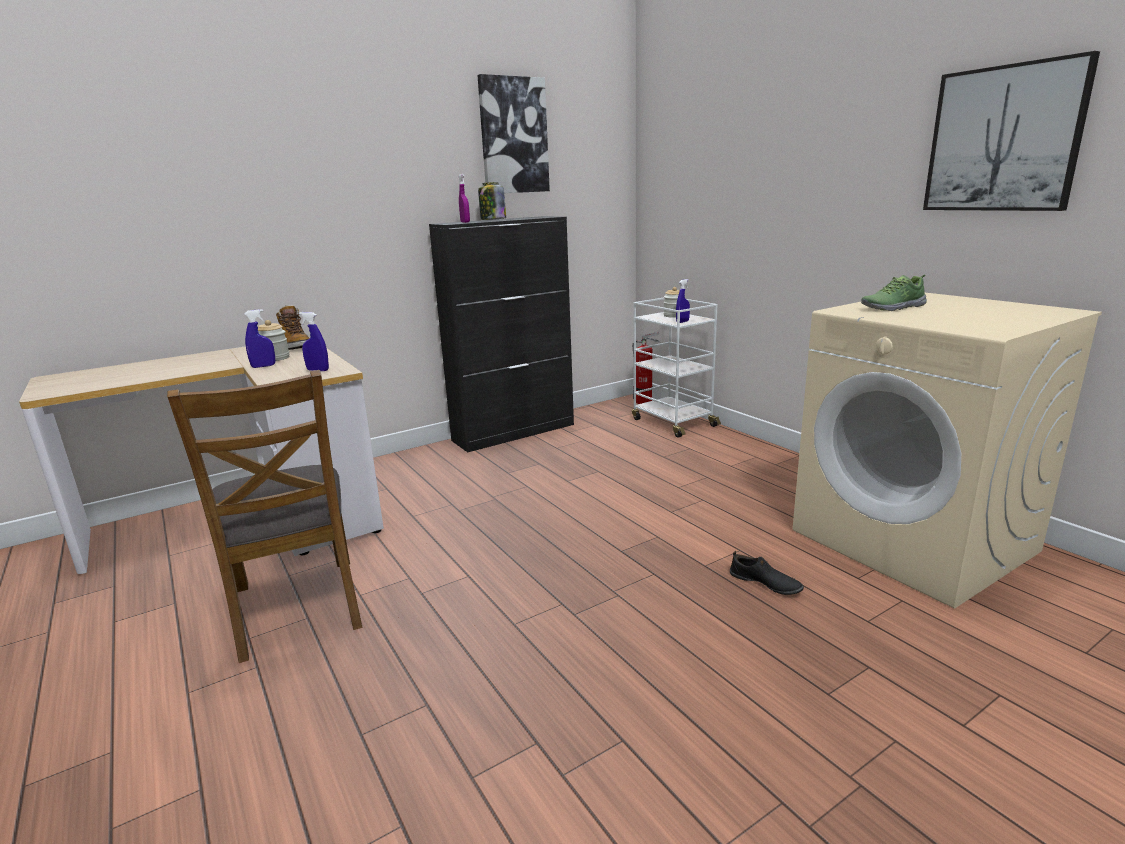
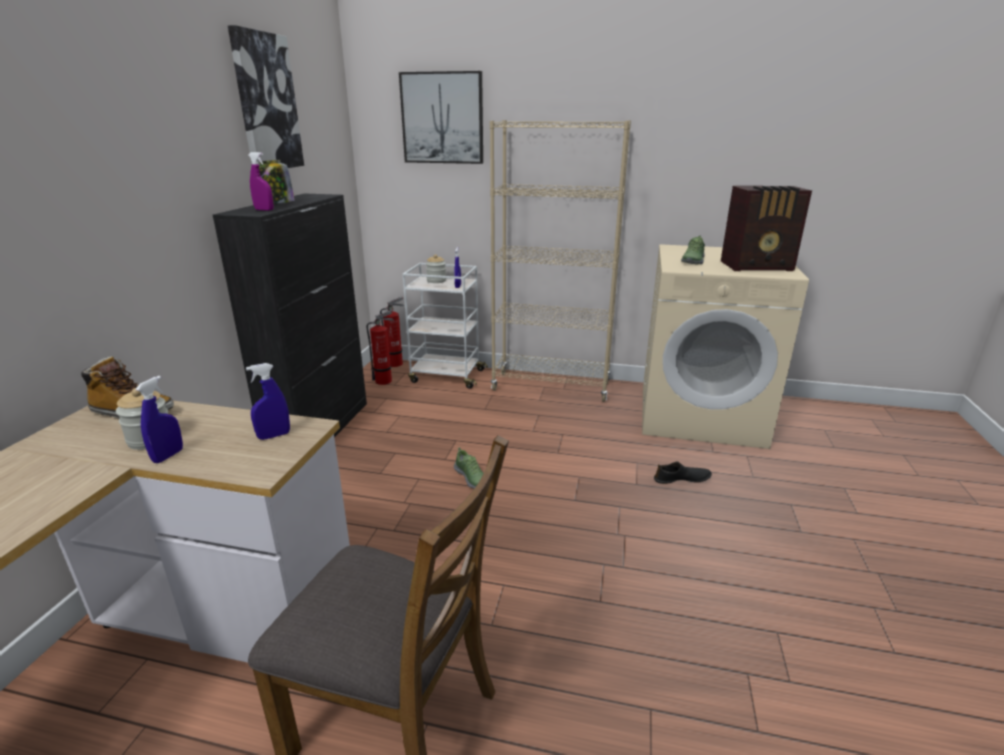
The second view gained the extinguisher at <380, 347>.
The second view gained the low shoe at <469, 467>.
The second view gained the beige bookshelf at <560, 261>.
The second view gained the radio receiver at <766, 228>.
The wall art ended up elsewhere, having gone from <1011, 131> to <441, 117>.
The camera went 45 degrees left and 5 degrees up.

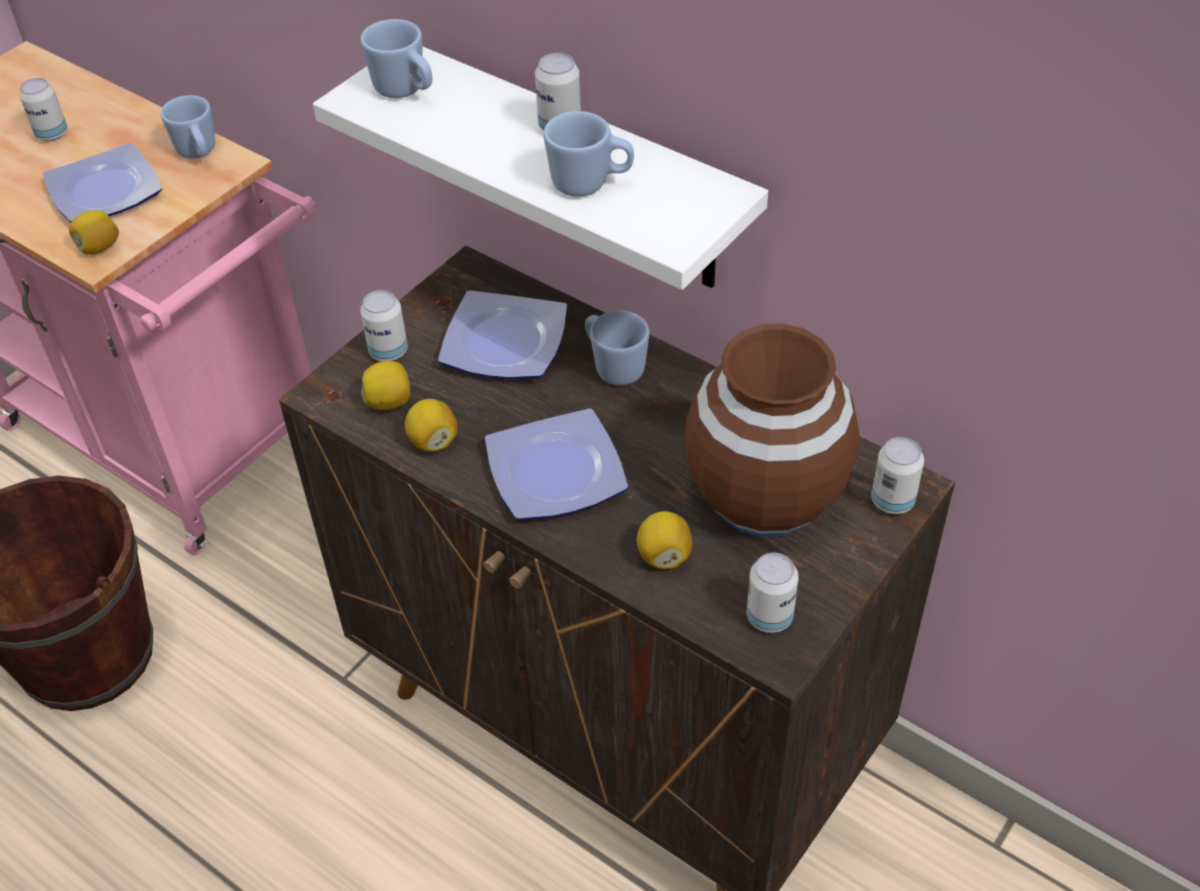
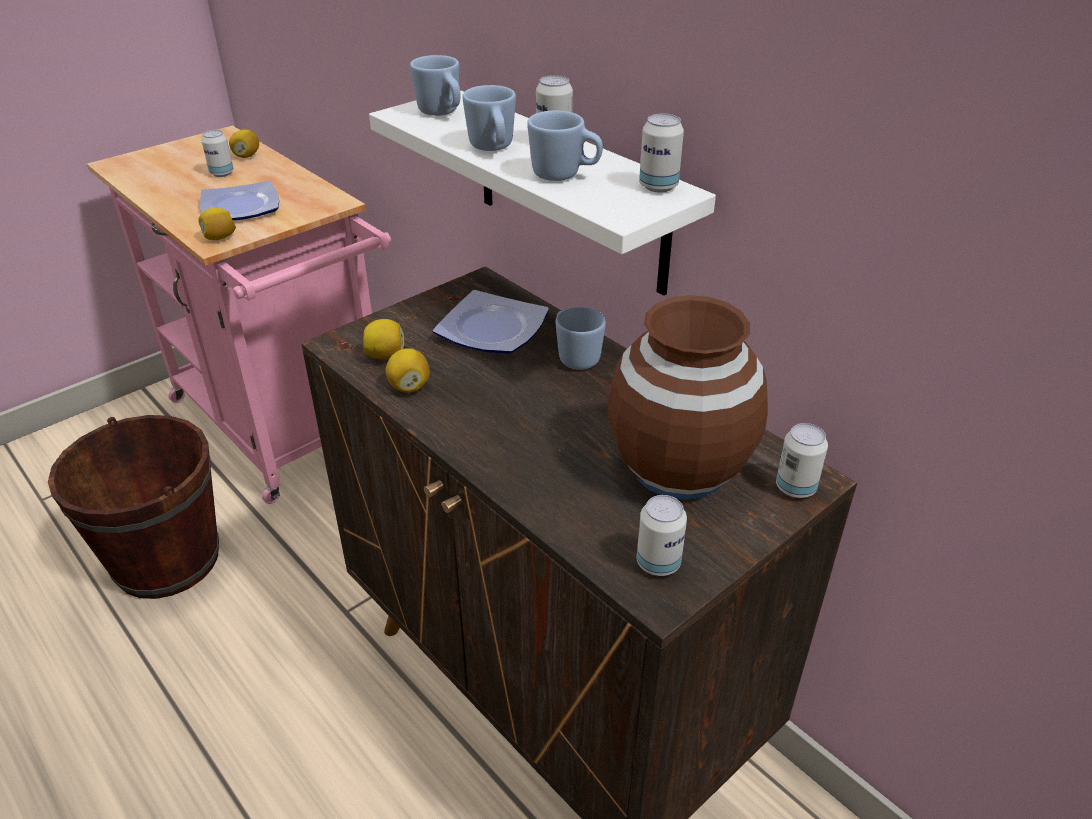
The second view lost the flat dish at <556, 464>.
The blue tea mug ended up elsewhere, having gone from <188, 126> to <489, 118>.
The can ended up elsewhere, having gone from <384, 325> to <661, 153>.
The citrus fruit ended up elsewhere, having gone from <664, 540> to <244, 144>.
The camera went 10 degrees right and 10 degrees down.

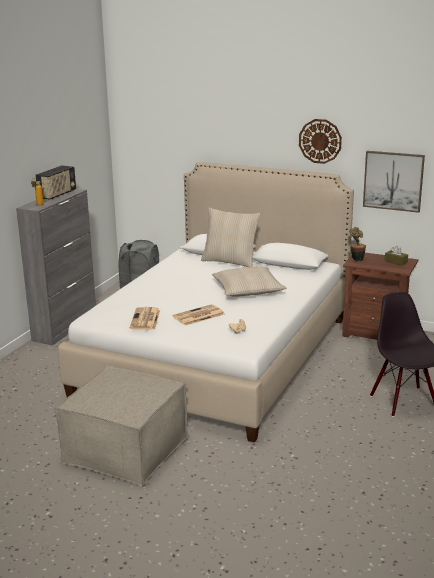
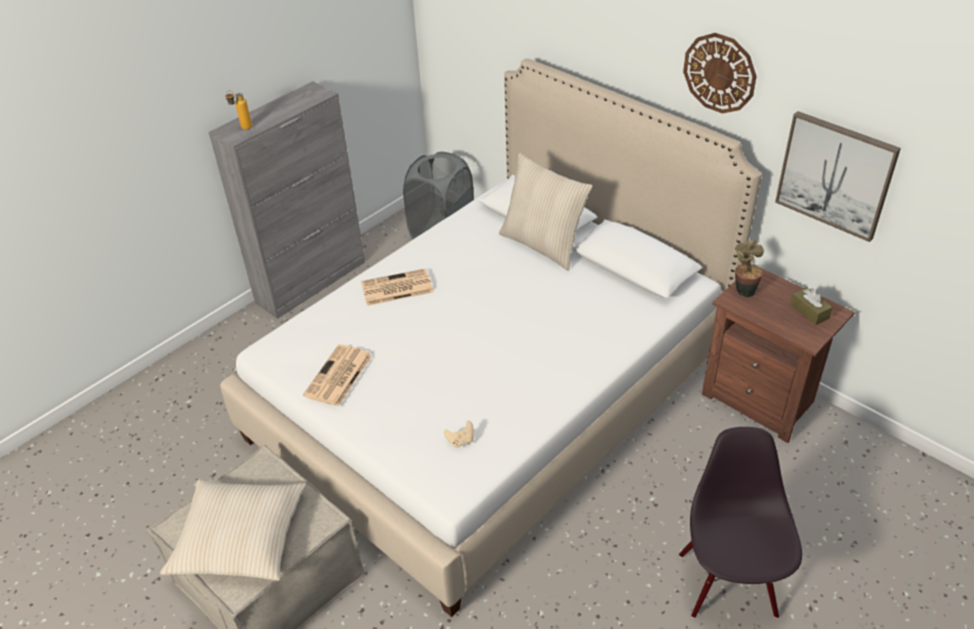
The second view lost the radio receiver at <56, 182>.
The daily paper ended up elsewhere, having gone from <198, 315> to <397, 287>.
The beige throw pillow ended up elsewhere, having gone from <249, 281> to <233, 530>.
The camera went 20 degrees right and 20 degrees up.

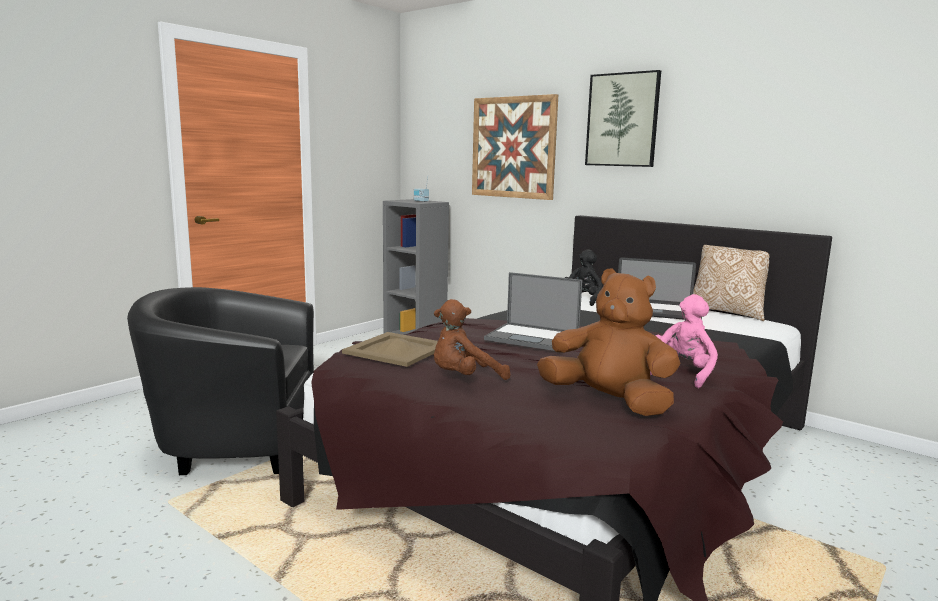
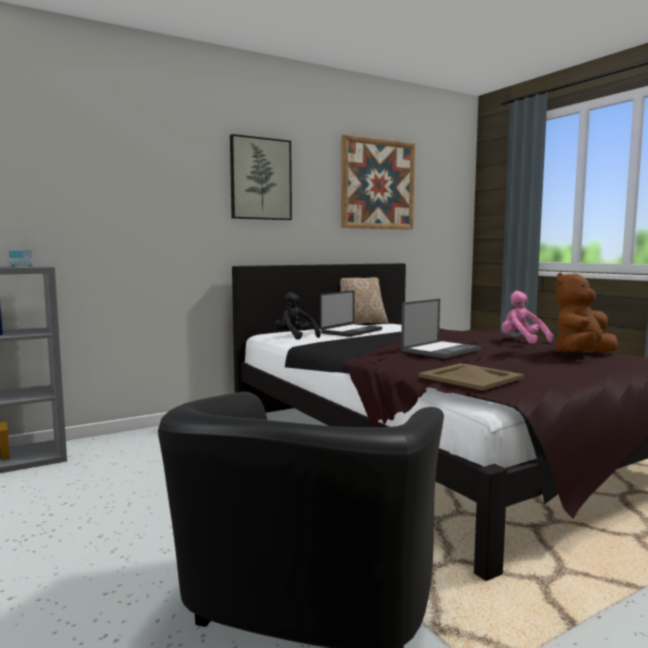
The second view lost the brownish cuddly toy at <471, 339>.
The wall art ended up elsewhere, having gone from <515, 147> to <378, 182>.
The camera went 70 degrees left and 5 degrees down.

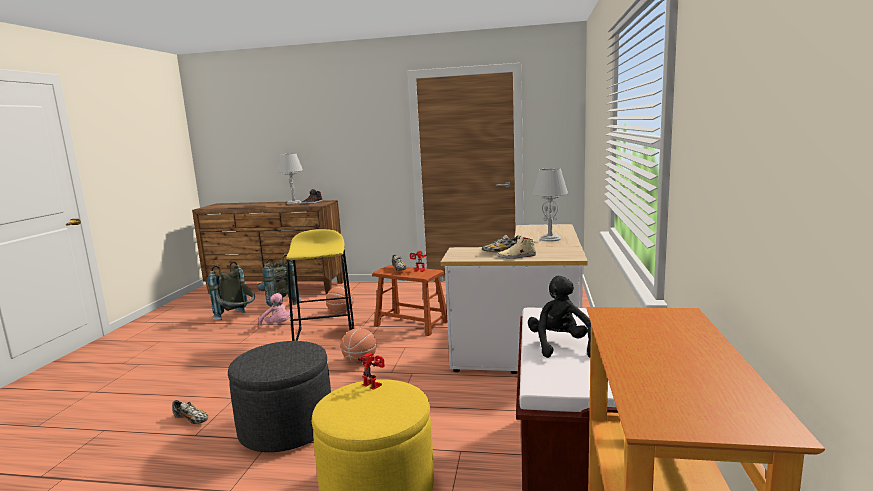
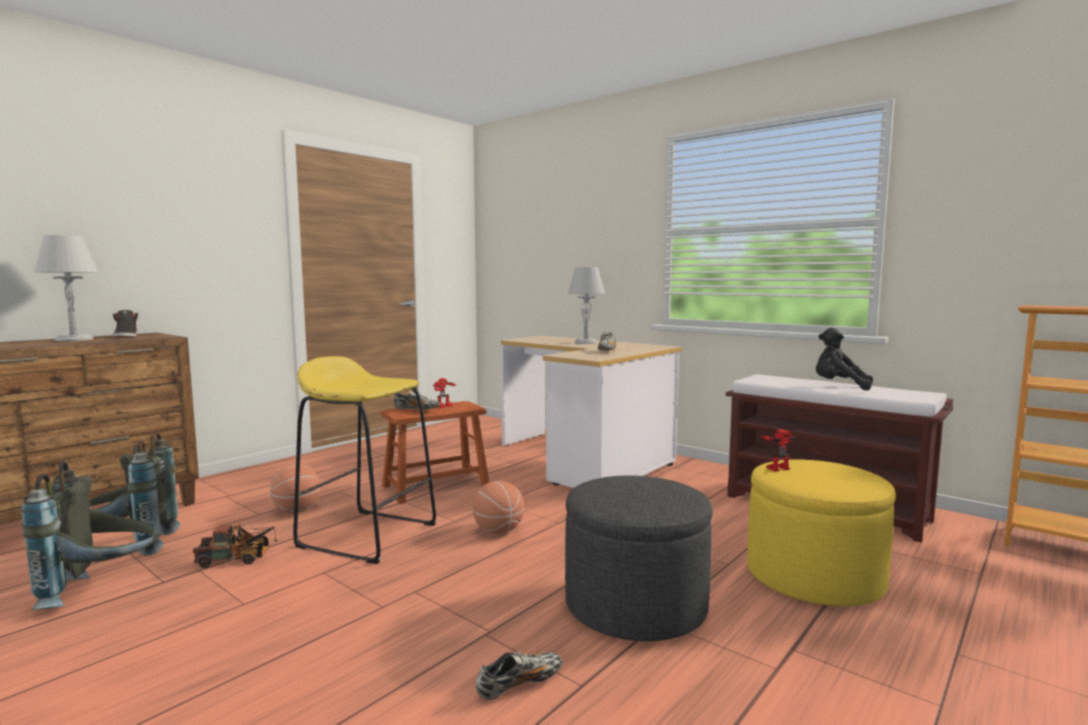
The second view lost the beige low shoe at <517, 247>.
Where the pink cuddly toy stood at <276, 309>, the model truck came to stand at <235, 546>.
The camera went 60 degrees left and 5 degrees down.

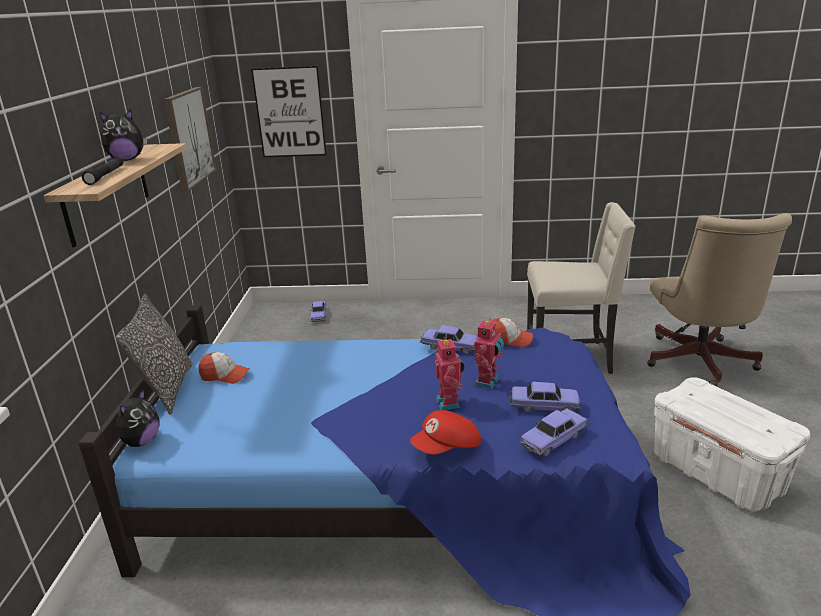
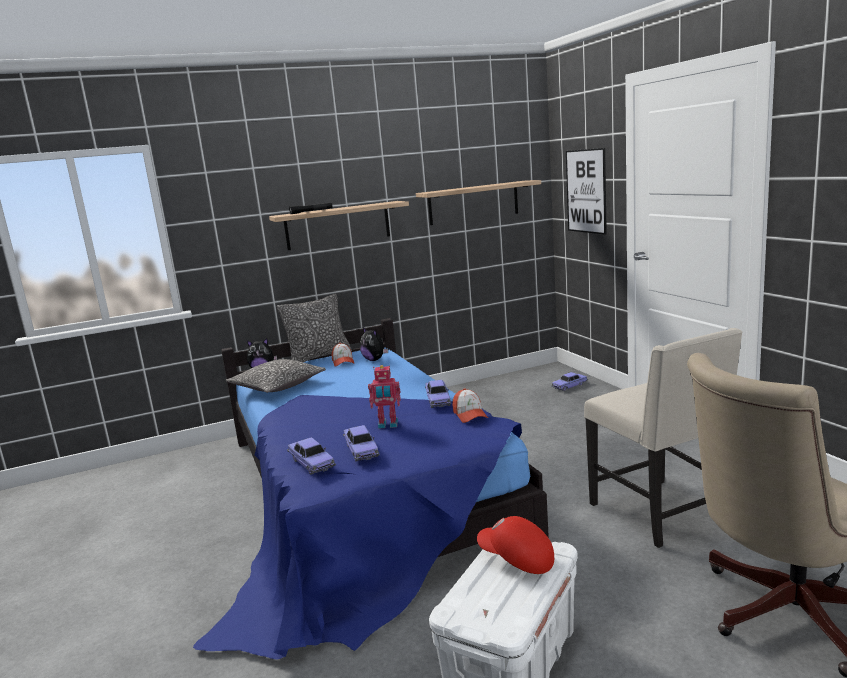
The second view lost the toy robot at <449, 373>.
The second view gained the throw pillow at <276, 376>.
The cuddly toy ended up elsewhere, having gone from <123, 135> to <374, 344>.
The red-coloured baseball cap ended up elsewhere, having gone from <445, 432> to <515, 545>.
Where the wall art hung at <190, 139>, the wall shelf came to hang at <478, 202>.
The model car at <553, 432> ended up facing another way, 150 degrees counterclockwise from before.
The camera went 65 degrees right and 10 degrees down.

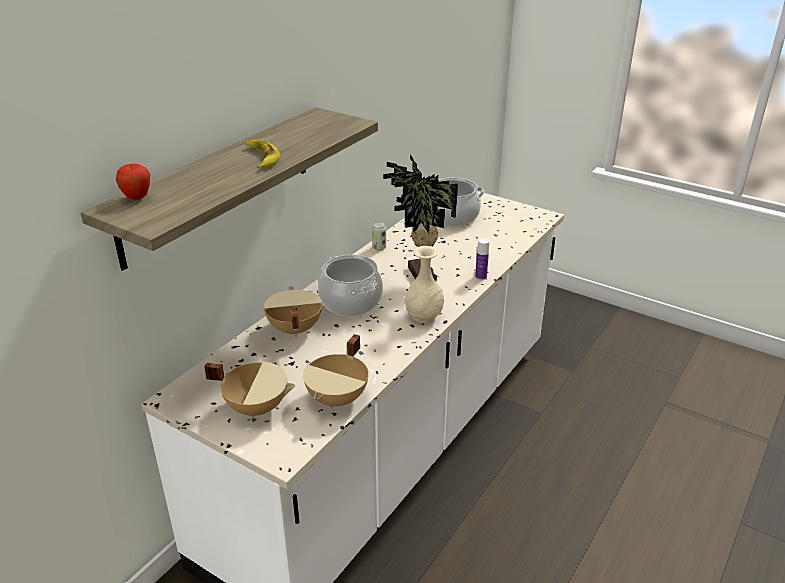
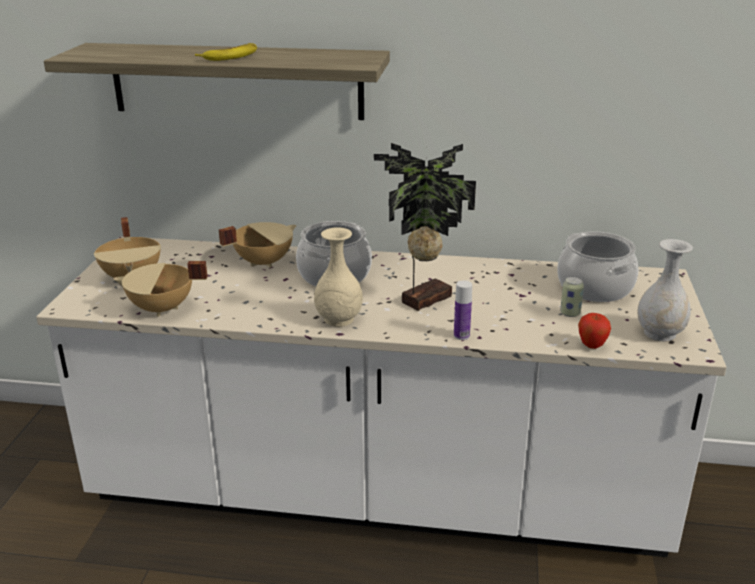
The second view gained the white-coloured decorative vase at <665, 290>.
The whole apple ended up elsewhere, having gone from <133, 181> to <594, 331>.
The can ended up elsewhere, having gone from <379, 236> to <572, 297>.
The camera went 65 degrees right and 5 degrees down.

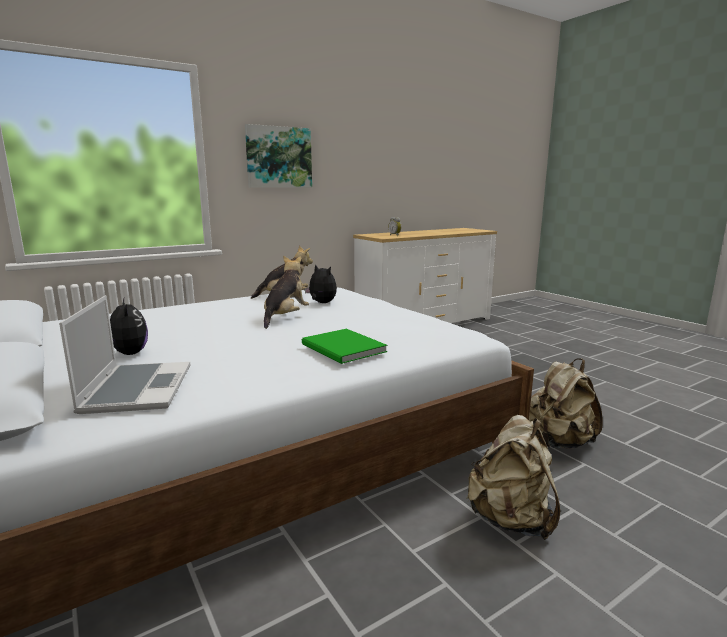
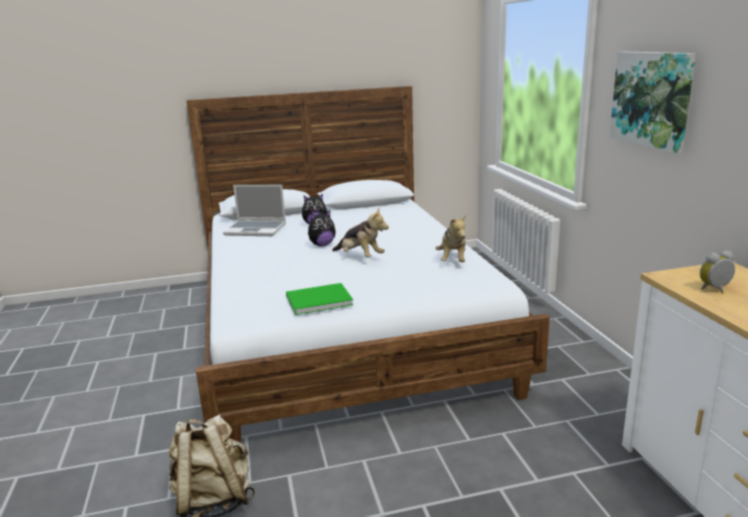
The second view lost the beige rucksack at <513, 477>.
The green volume ended up elsewhere, having gone from <344, 346> to <320, 299>.
The cuddly toy ended up elsewhere, having gone from <321, 283> to <322, 228>.
The camera went 110 degrees right and 5 degrees up.

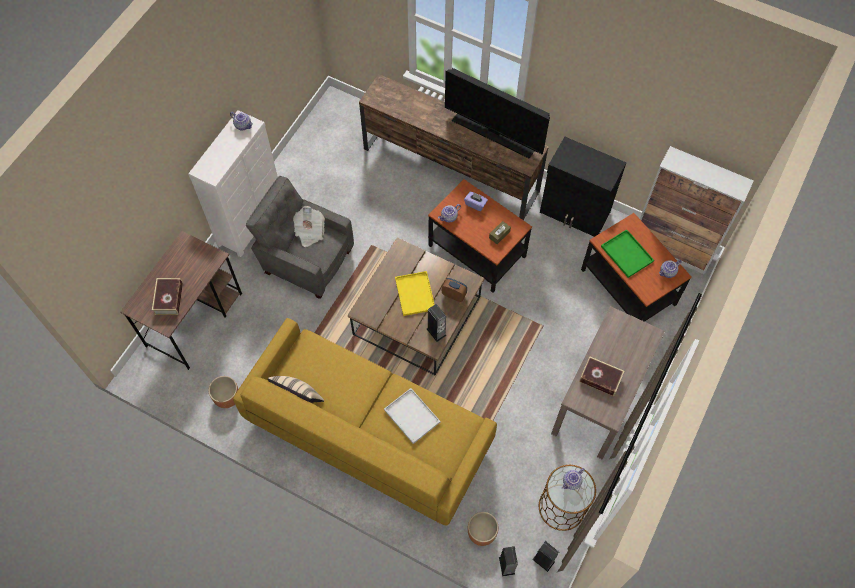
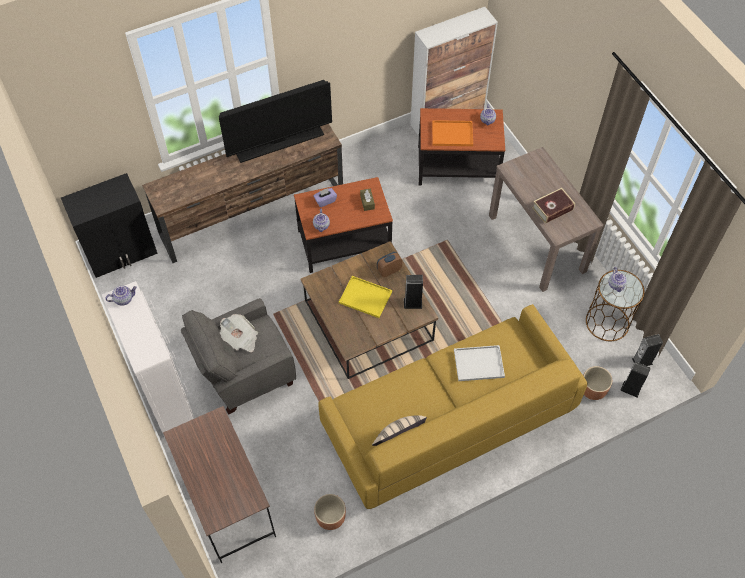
The second view lost the volume at <167, 296>.
The blackish storage cabinet ended up elsewhere, having gone from <583, 187> to <109, 225>.
What was the green carrying tray at <627, 253> turned into the orange carrying tray at <452, 133>.
The camera went 55 degrees left and 5 degrees down.

